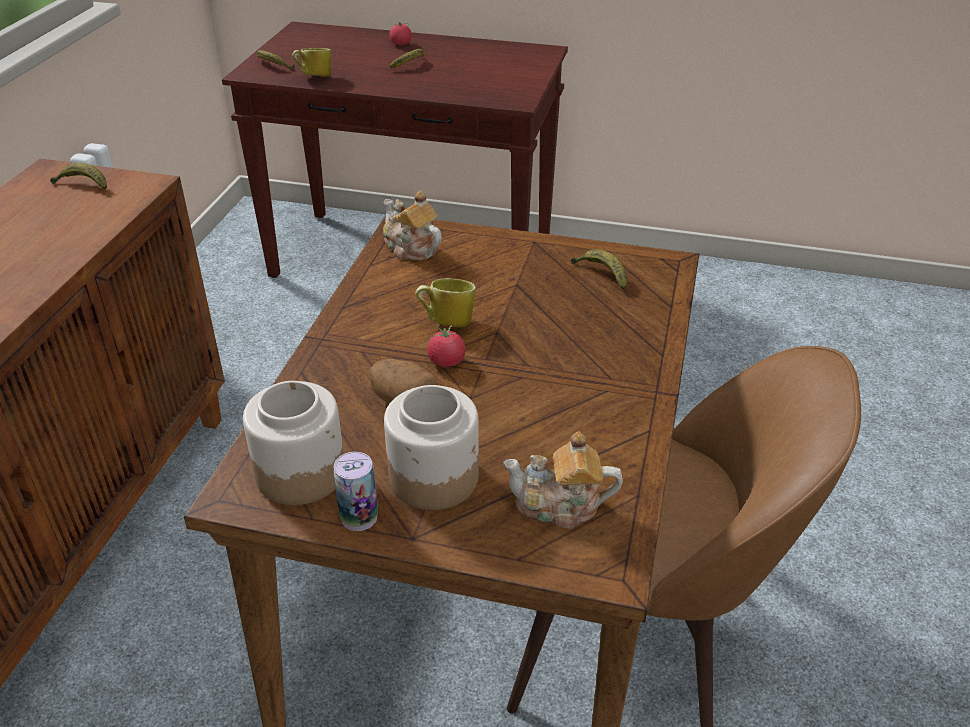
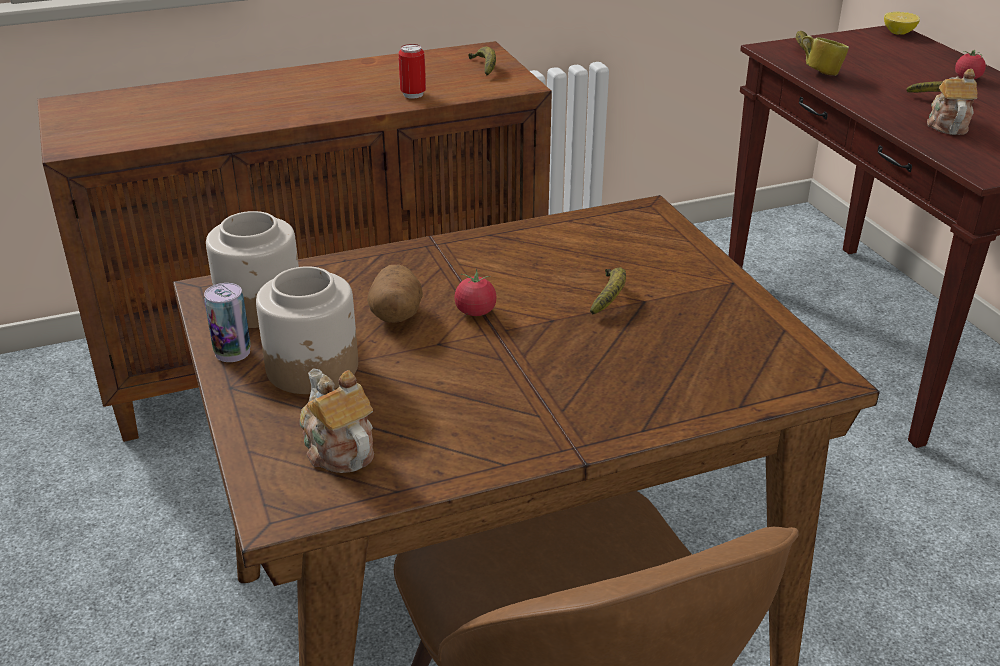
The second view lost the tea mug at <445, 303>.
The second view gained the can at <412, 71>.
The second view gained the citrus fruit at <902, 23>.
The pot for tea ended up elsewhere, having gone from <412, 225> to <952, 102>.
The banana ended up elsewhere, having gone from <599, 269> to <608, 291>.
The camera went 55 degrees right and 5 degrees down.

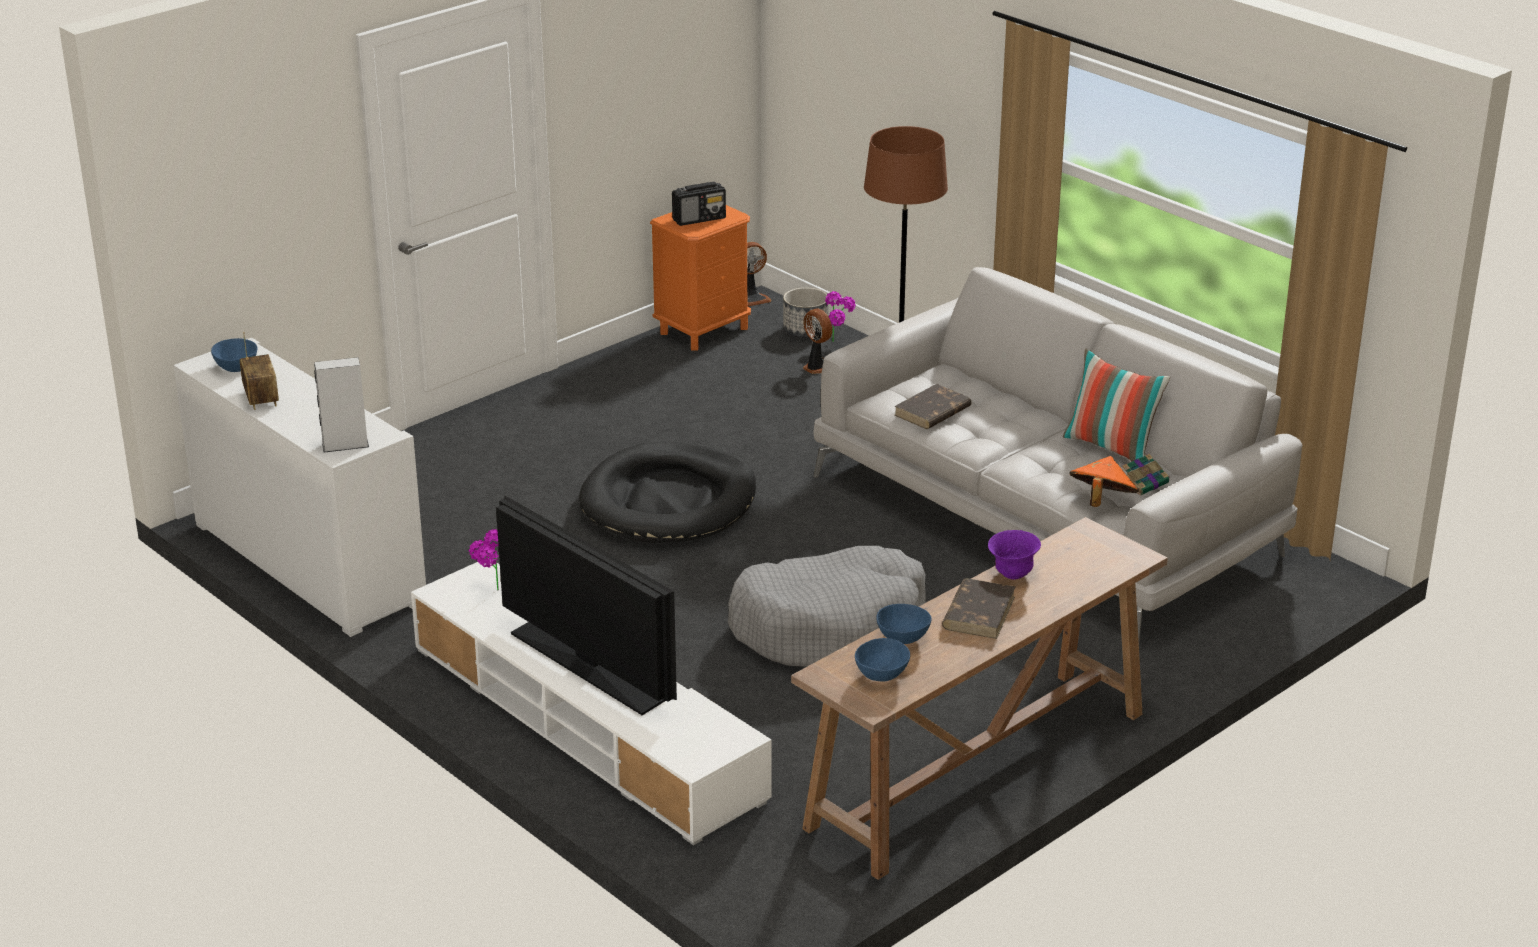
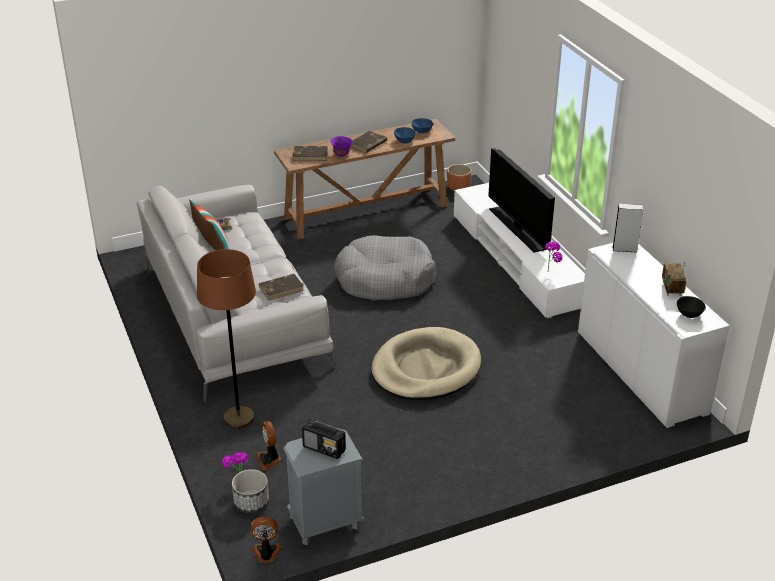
The second view lost the orange hat at <1104, 481>.
The second view gained the brownish volume at <310, 153>.
The second view gained the brownish flower pot at <459, 177>.
What was the blue bowl at <234, 355> turned into the blackish bowl at <691, 307>.
What was the blackish dog bed at <667, 492> turned into the beige dog bed at <426, 363>.
What was the orange nightstand at <700, 277> turned into the grey nightstand at <323, 487>.
The radio receiver at <699, 204> ended up facing another way, 150 degrees counterclockwise from before.
The camera went 160 degrees left and 5 degrees up.

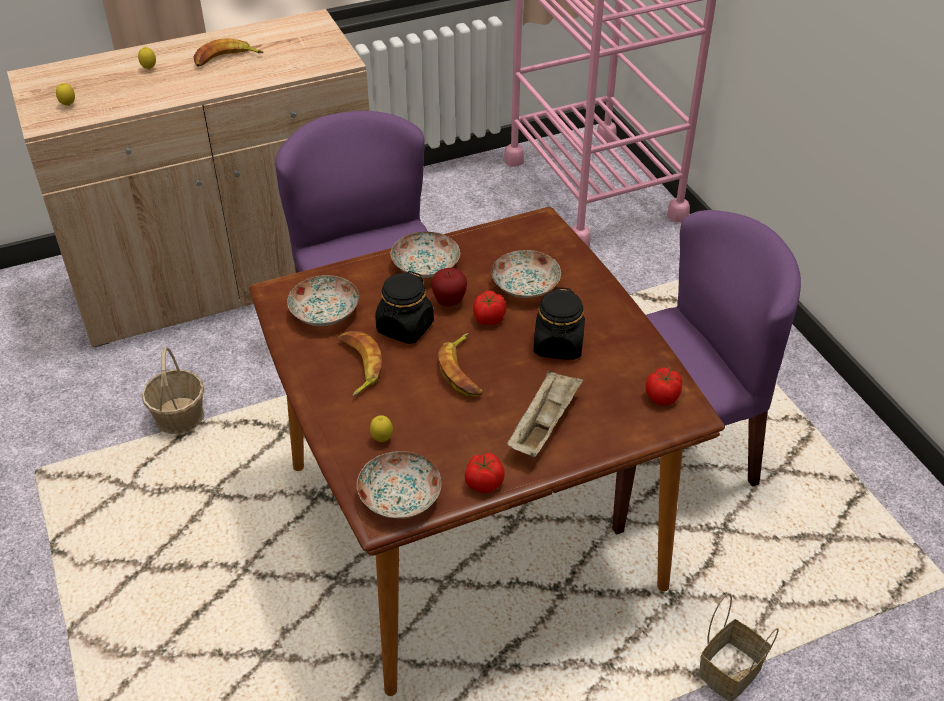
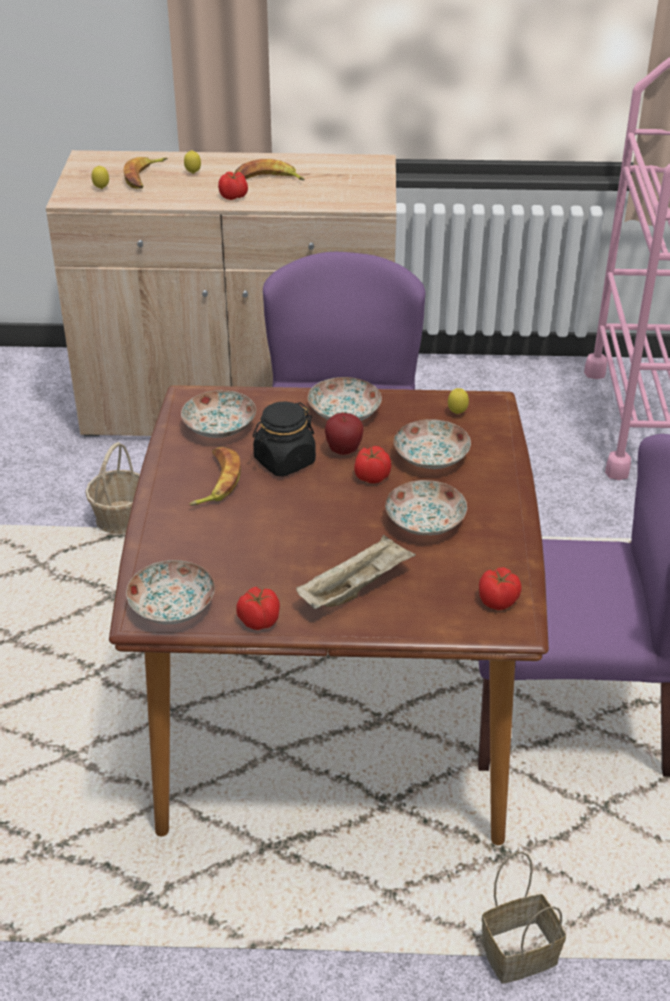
The second view gained the tomato at <233, 186>.
The citrus fruit ended up elsewhere, having gone from <381, 428> to <458, 401>.
The banana ended up elsewhere, having gone from <460, 365> to <146, 173>.
Where the blackish preserve jar stood at <559, 323>, the flat dish came to stand at <426, 507>.
The camera went 25 degrees right and 5 degrees down.

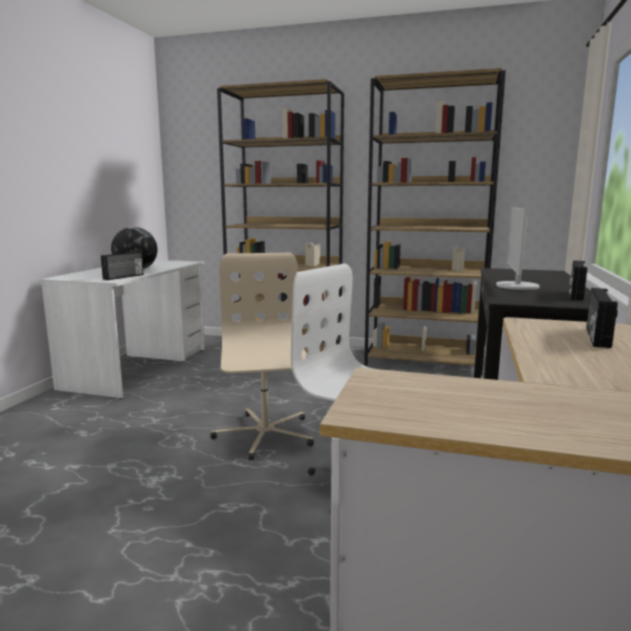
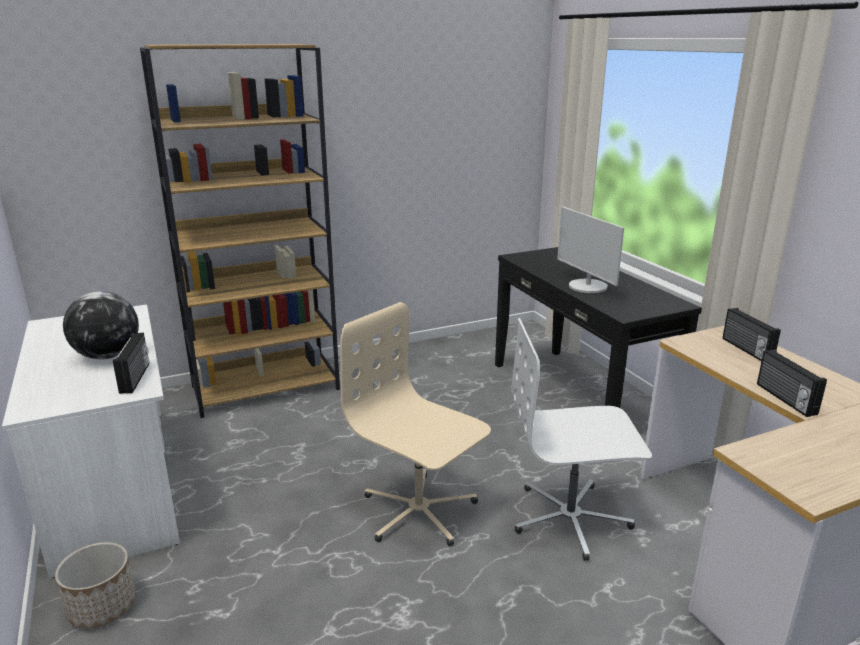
The second view lost the brownish bookshelf at <435, 222>.
The second view gained the flower pot at <95, 585>.
The radio receiver ended up elsewhere, having gone from <578, 280> to <792, 383>.
The camera went 40 degrees left and 10 degrees up.

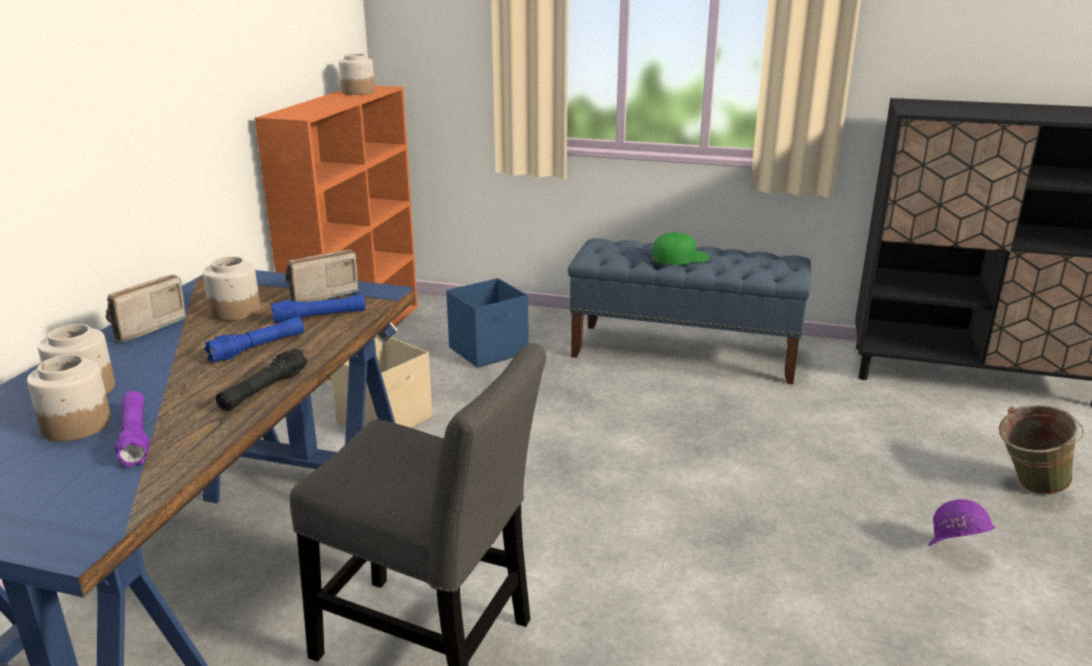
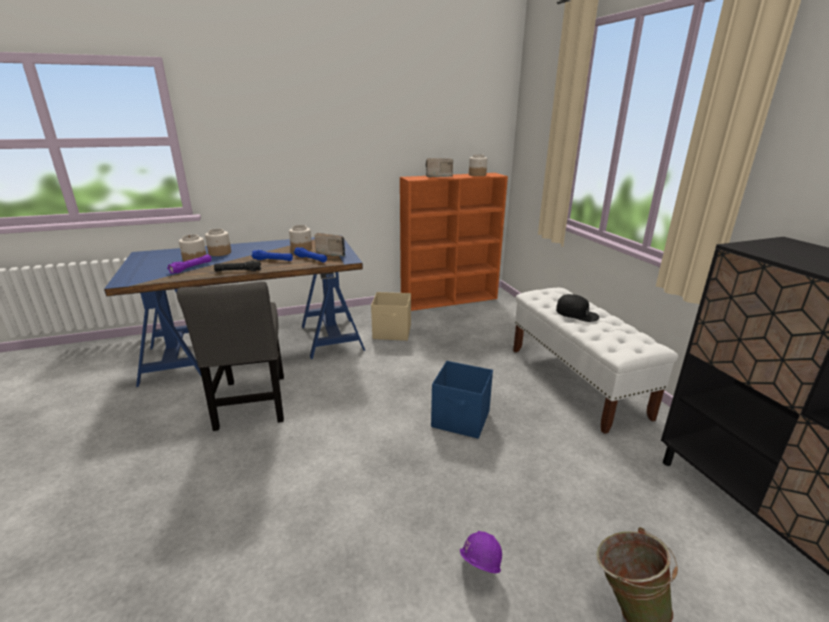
The radio receiver ended up elsewhere, having gone from <147, 308> to <439, 167>.
The blue storage container ended up elsewhere, having gone from <487, 323> to <462, 400>.
What was the blue long seat at <689, 311> turned into the white-coloured long seat at <595, 360>.
What was the green baseball cap at <681, 248> turned into the blackish baseball cap at <577, 308>.
The camera went 55 degrees right and 0 degrees up.

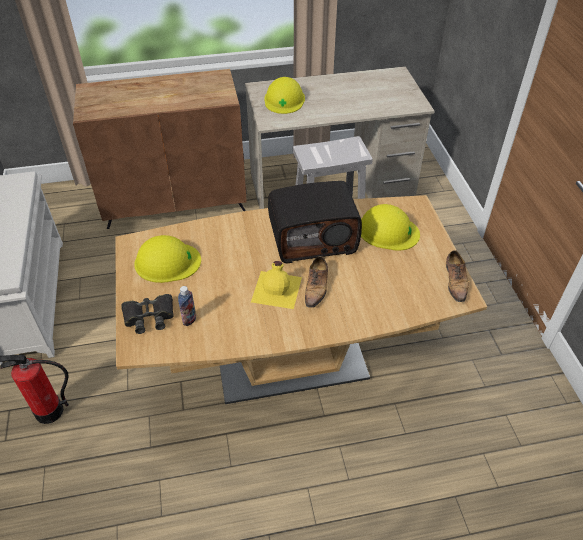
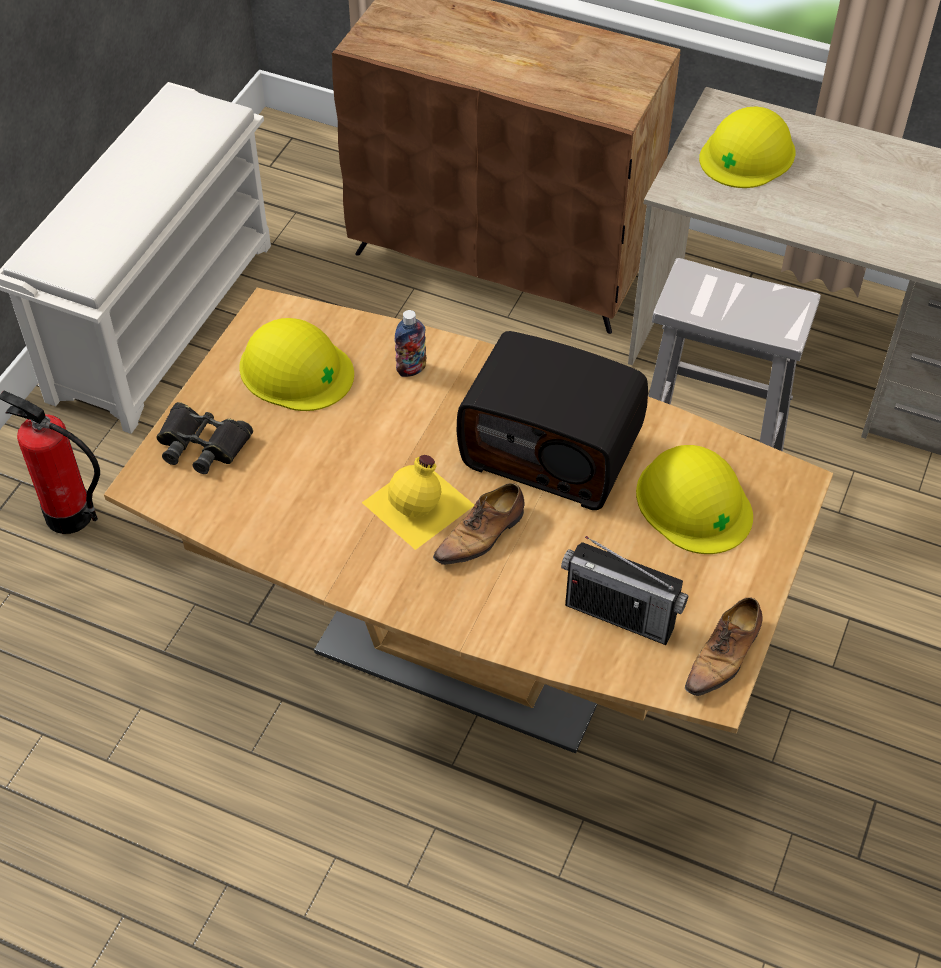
The second view gained the radio receiver at <624, 590>.
The beverage bottle ended up elsewhere, having gone from <187, 306> to <410, 343>.
The camera went 35 degrees right and 5 degrees up.

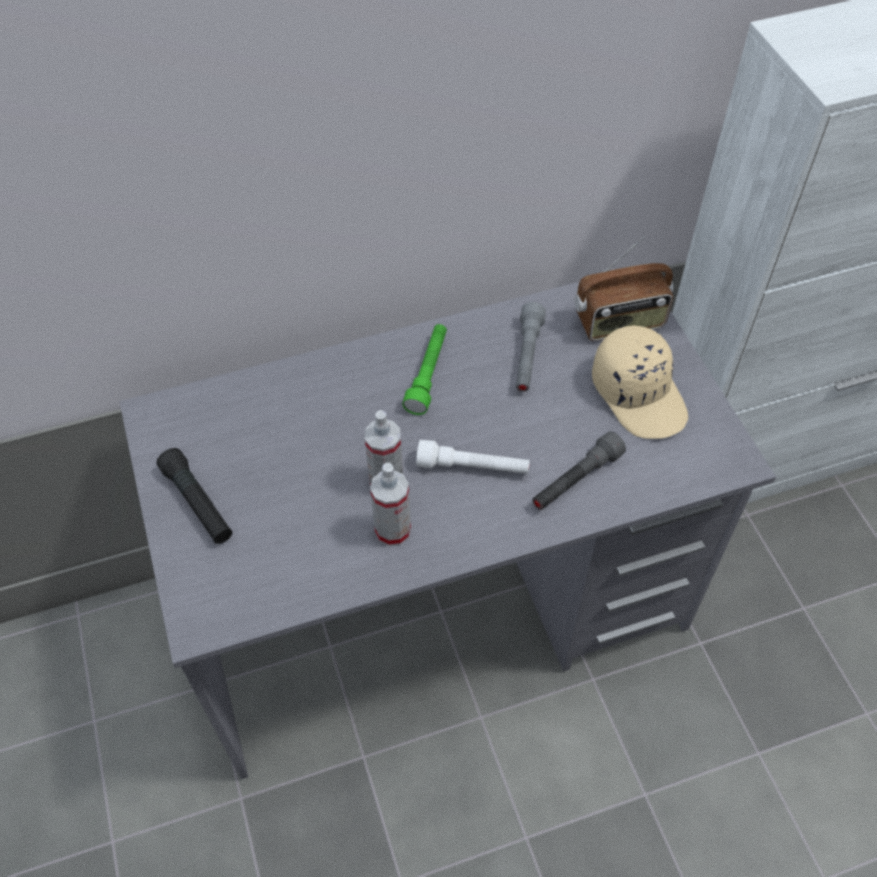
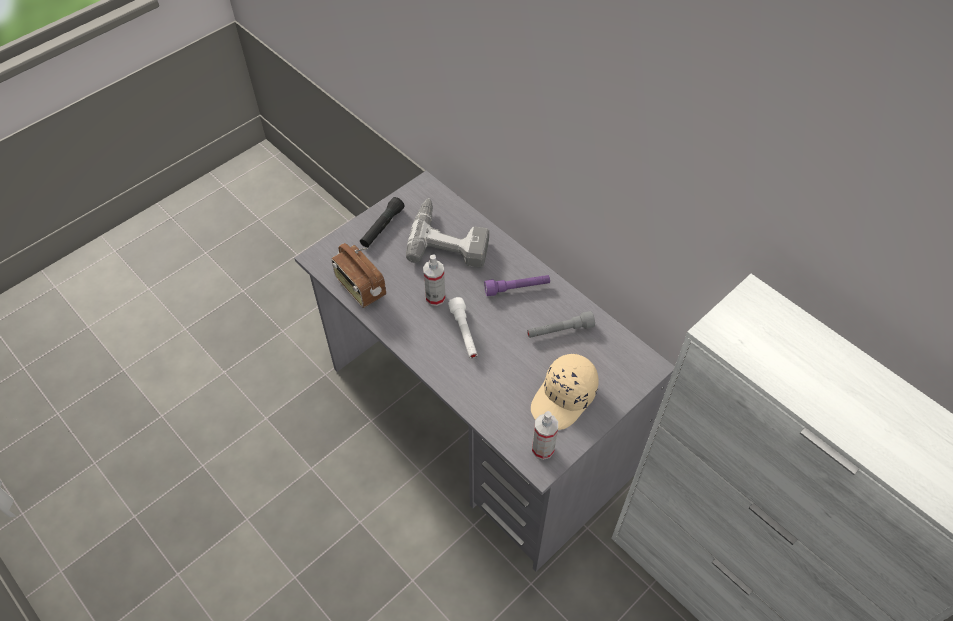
The second view lost the grey flashlight at <579, 470>.
The second view gained the power drill at <447, 233>.
The sprayer ended up elsewhere, having gone from <390, 505> to <545, 435>.
The radio receiver ended up elsewhere, having gone from <624, 288> to <358, 275>.
What was the green flashlight at <424, 369> turned into the purple flashlight at <517, 285>.
The camera went 65 degrees right and 0 degrees up.

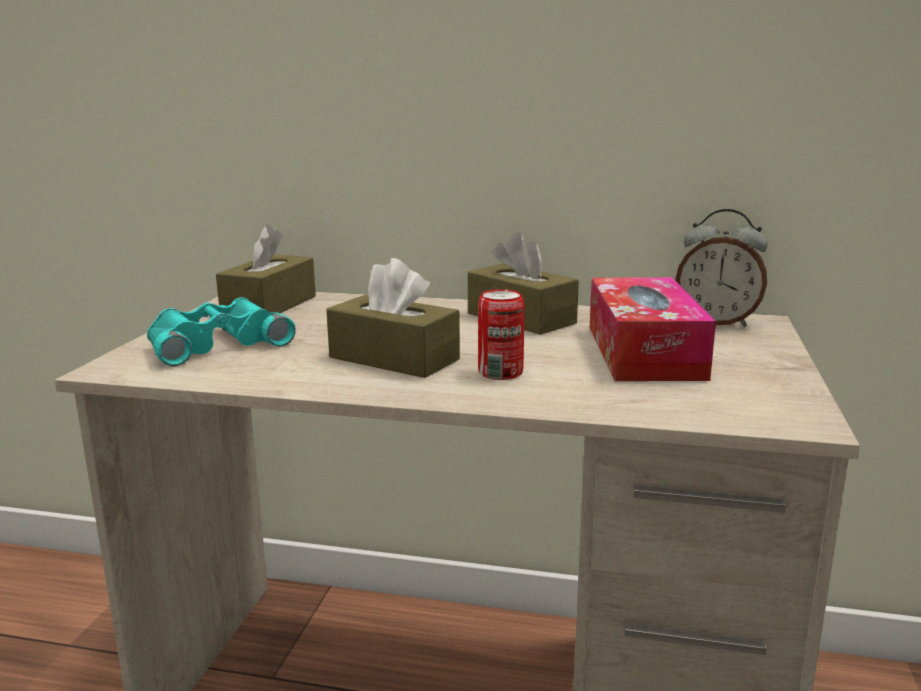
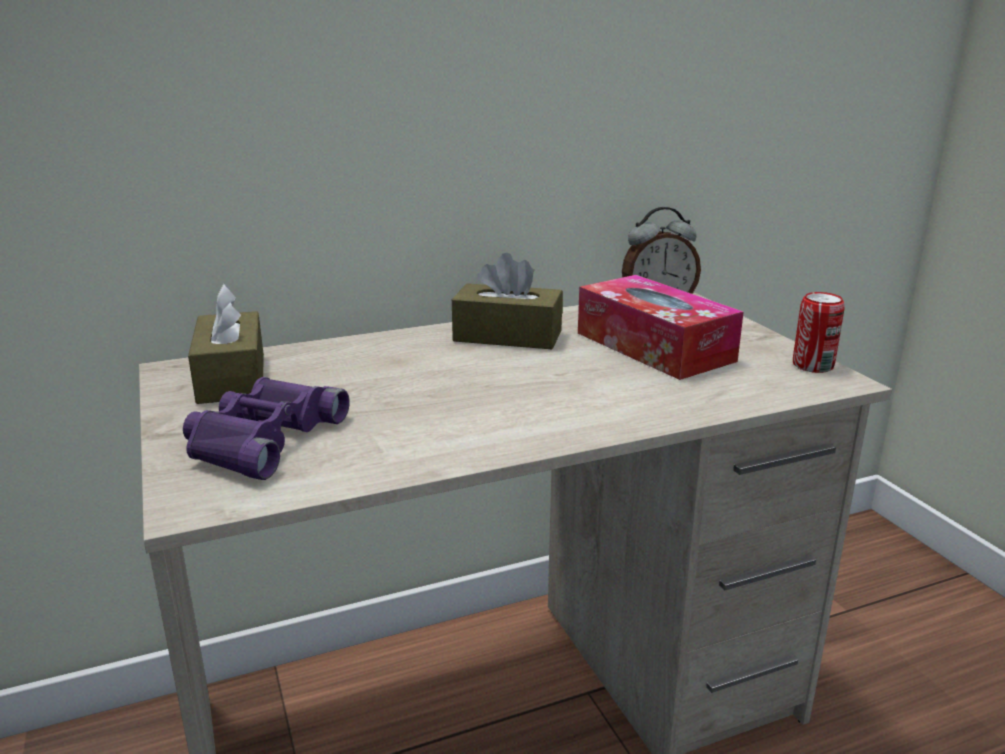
The second view lost the brownish tissue box at <393, 318>.
The can ended up elsewhere, having gone from <501, 334> to <818, 332>.
What was the blue-green pair of binoculars at <221, 332> turned into the purple pair of binoculars at <266, 428>.
The camera went 35 degrees left and 5 degrees up.

